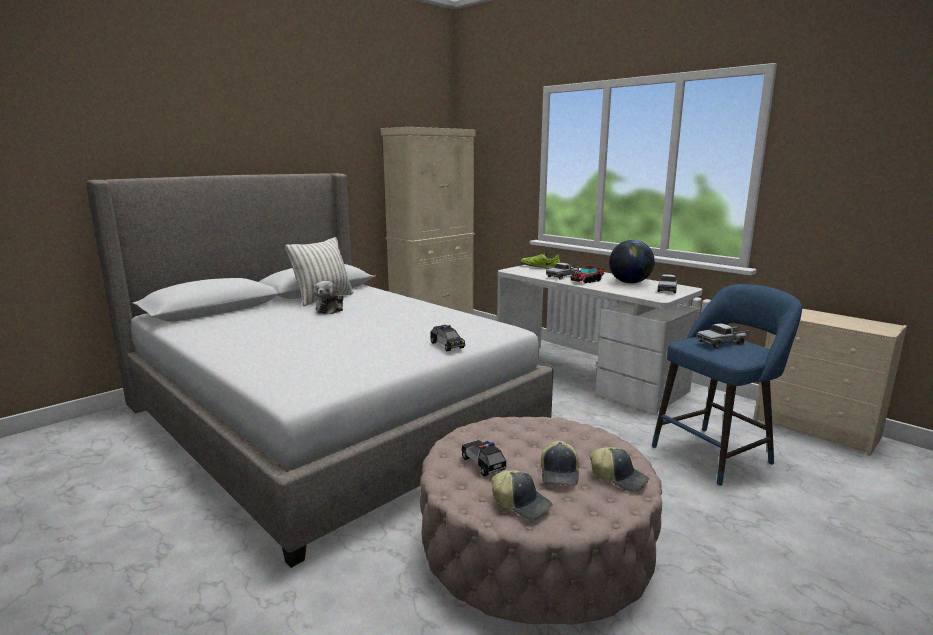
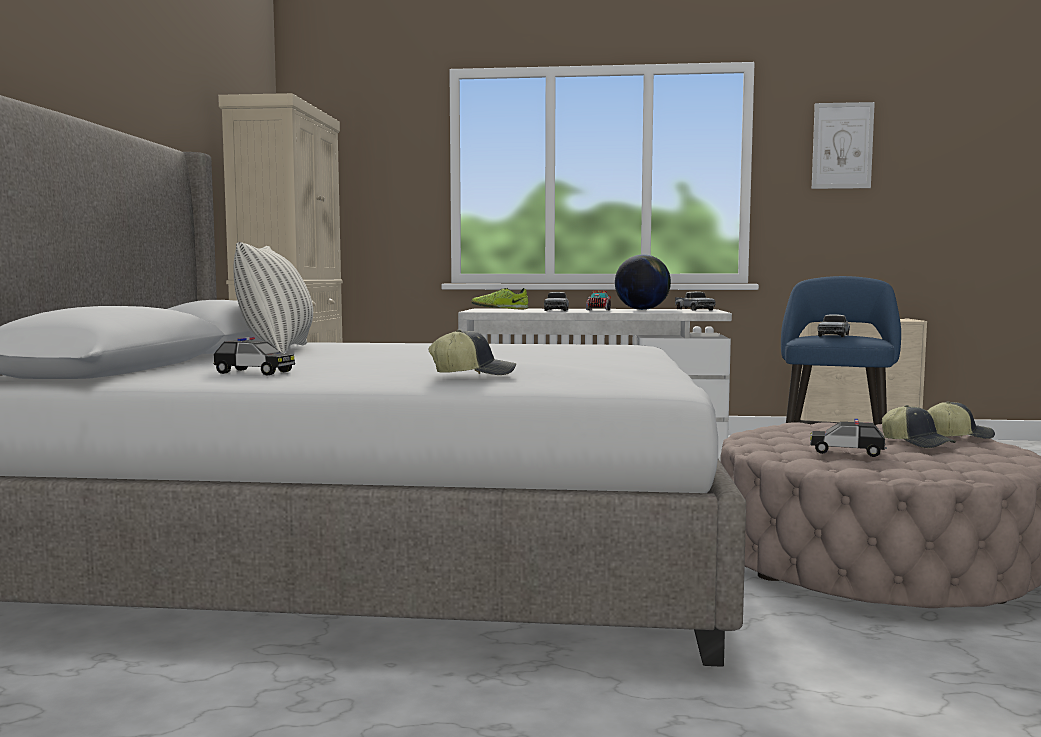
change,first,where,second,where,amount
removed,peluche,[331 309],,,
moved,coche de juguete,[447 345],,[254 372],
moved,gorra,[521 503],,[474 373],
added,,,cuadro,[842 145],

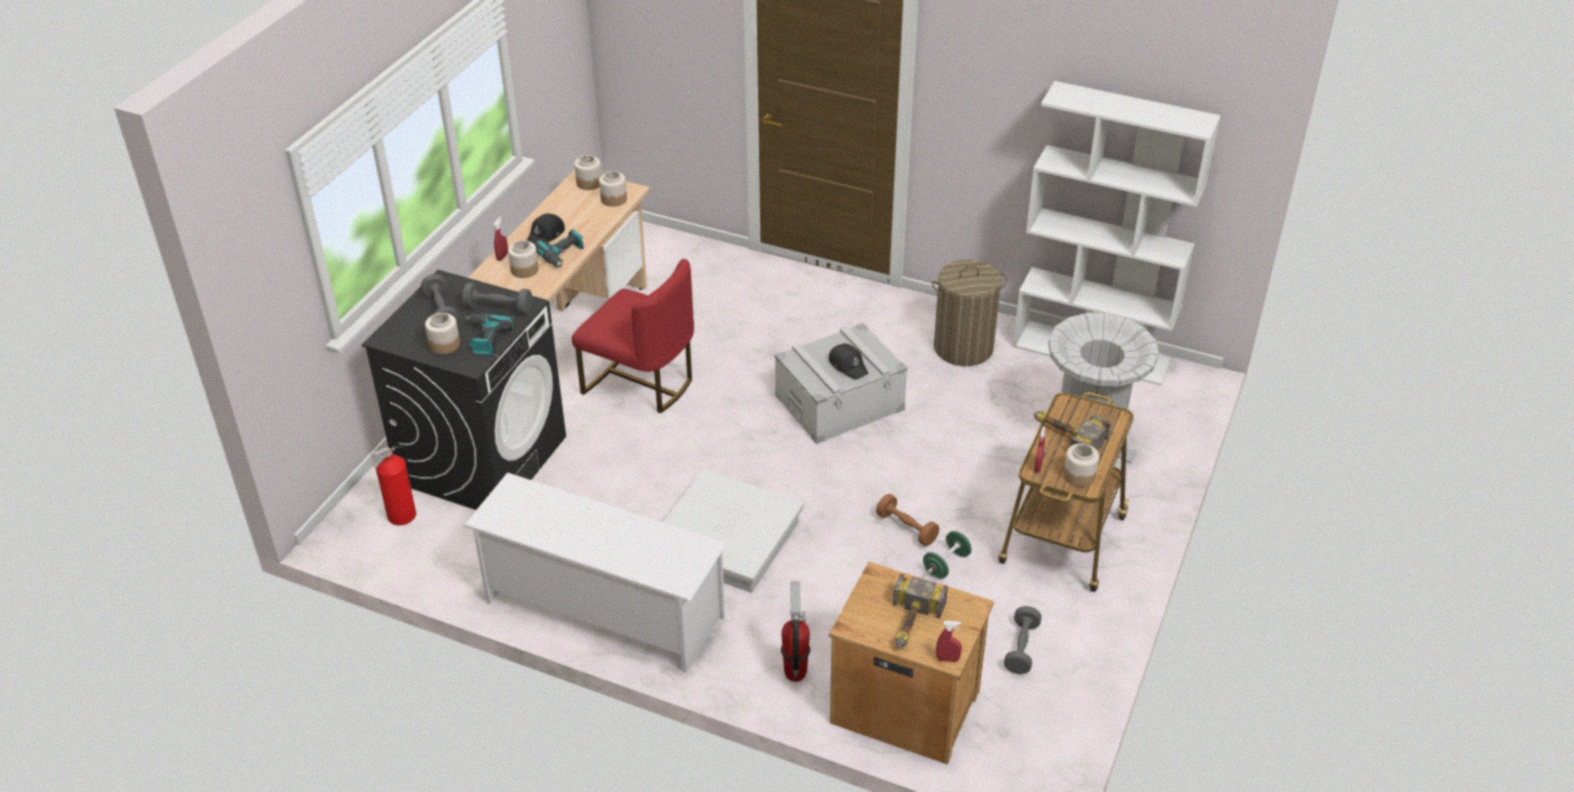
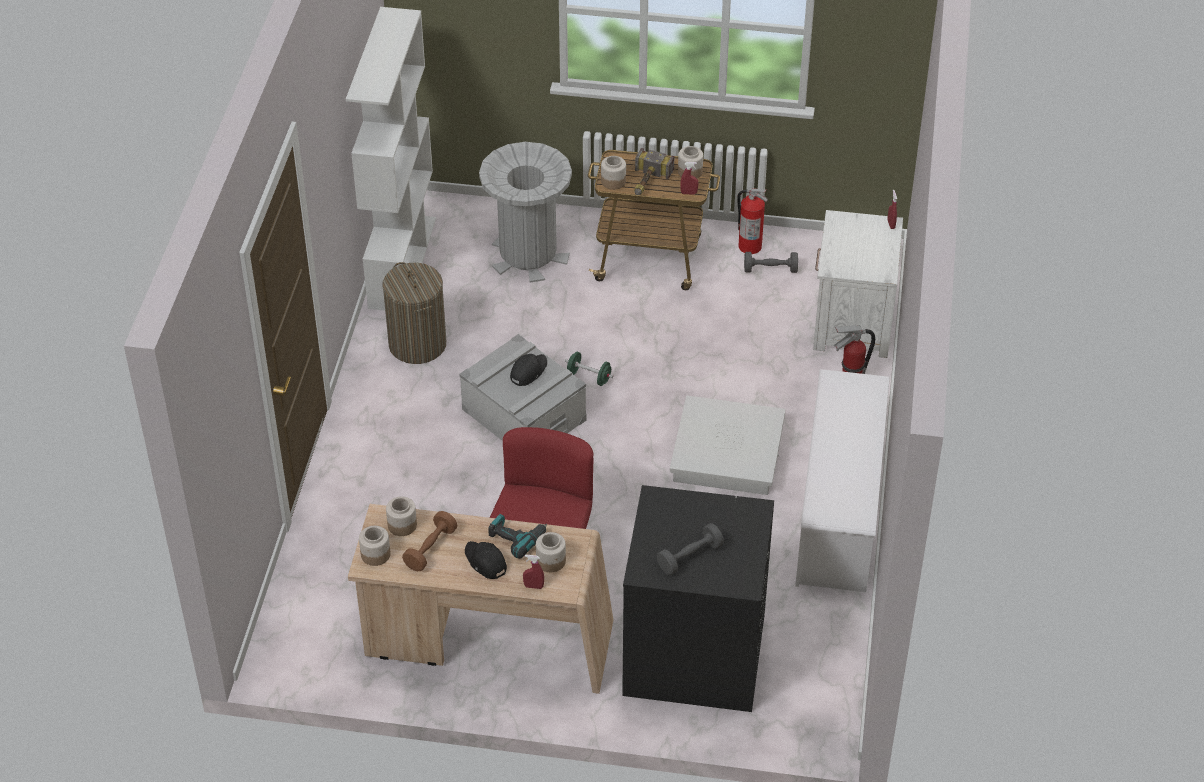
change,first,where,second,where,amount
turned,gorra [negro],[545 235],,[485 562],150 degrees counterclockwise
removed,mancuerna [gris],[498 308],,,
moved,tarro,[445 344],,[613 181],
removed,taladro,[486 338],,,
moved,extintor,[402 515],,[749 246],
moved,mancuerna [marrón],[906 528],,[430 549],
moved,mancuerna [verde],[946 564],,[589 377],
recoloured,mesita de noche [marrón],[903 705],mesita de noche [blanco],[852 322],
removed,martillo,[910 624],,,

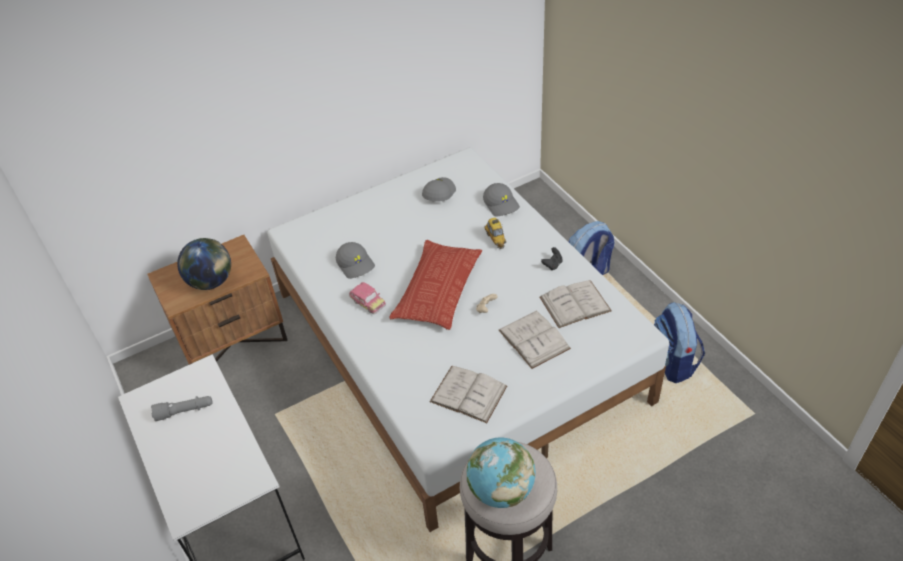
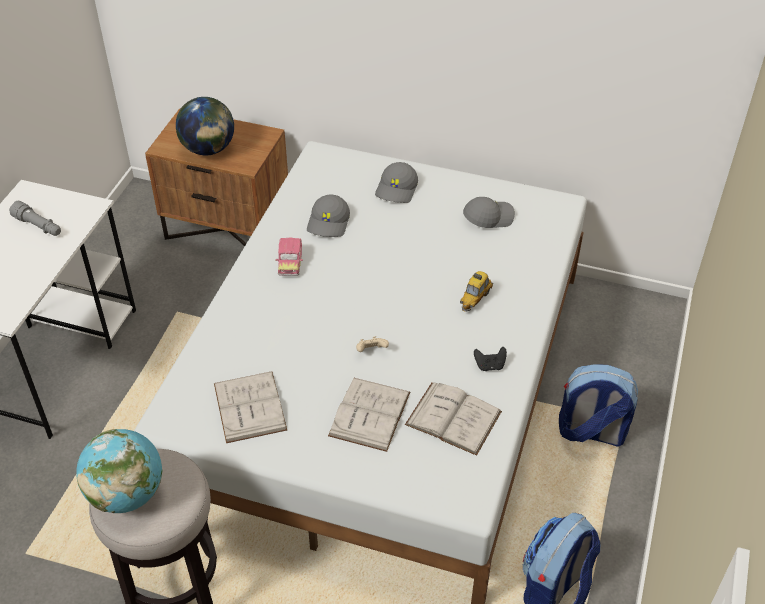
change,first,where,second,where,amount
moved,gorra [gris],[501 204],,[397 189],
removed,cojín,[437 289],,,

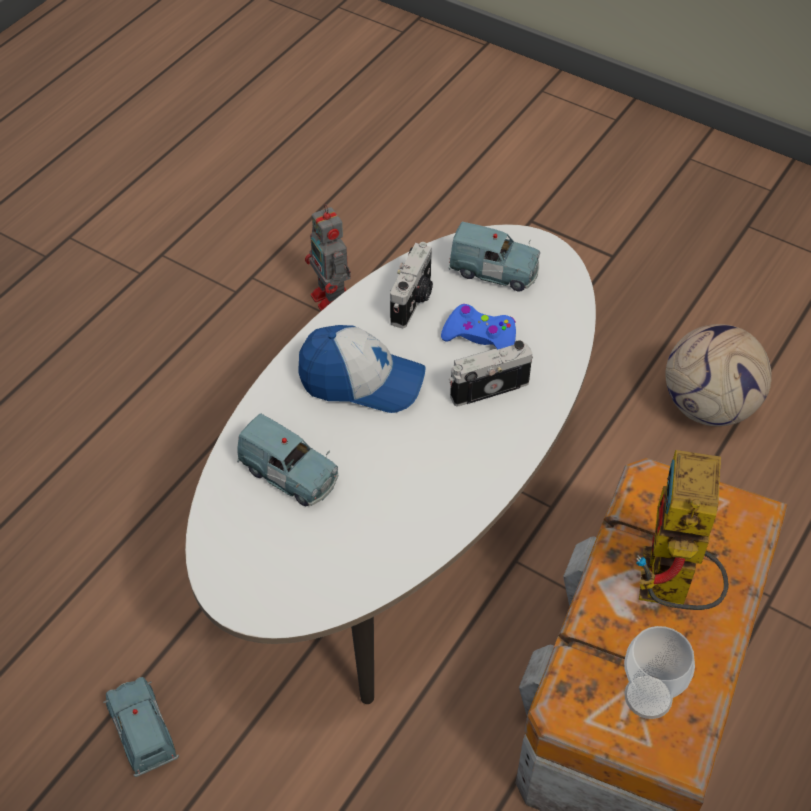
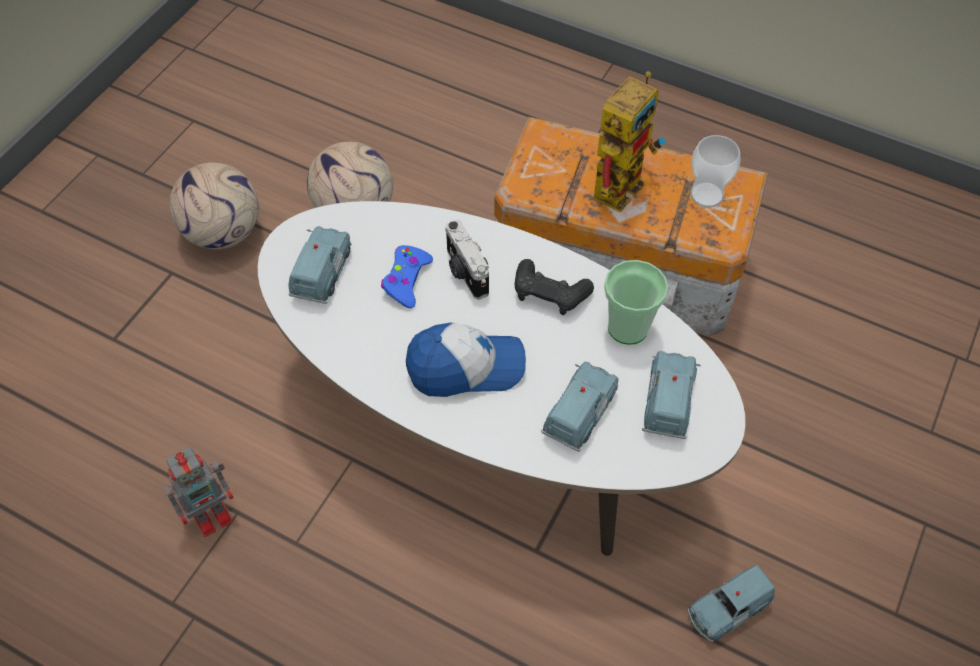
change,first,where,second,where,amount
removed,cámara,[413 301],,,
turned,gorra,[361 381],,[465 367],75 degrees clockwise
turned,robot de juguete,[670 592],,[620 181],60 degrees counterclockwise
added,,,balón de fútbol,[223 232],
added,,,mando de consola [negro],[549 294],
added,,,taza,[627 328],
added,,,coche de juguete [azul],[668 401],

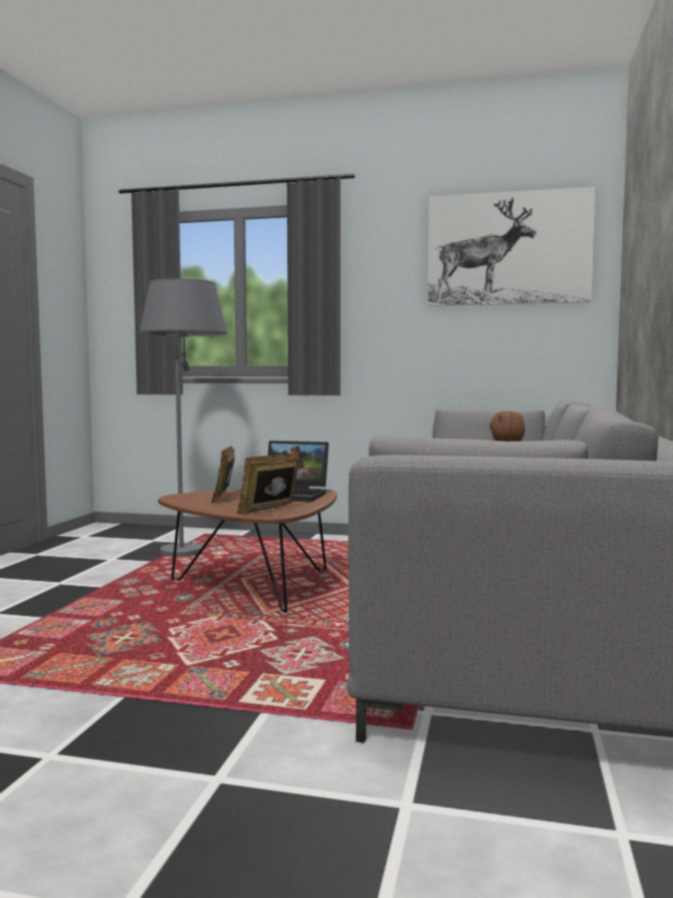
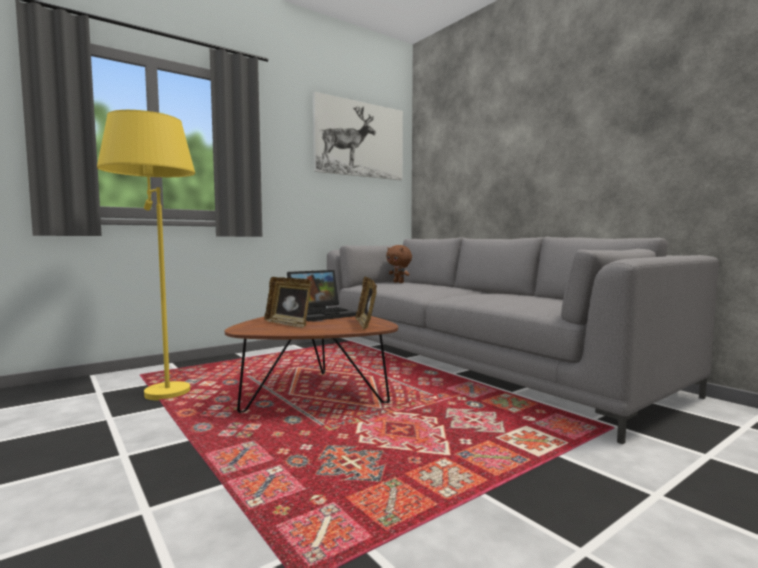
change,first,where,second,where,amount
recoloured,lámpara de pie [gris],[188 547],lámpara de pie [amarillo],[158 387],

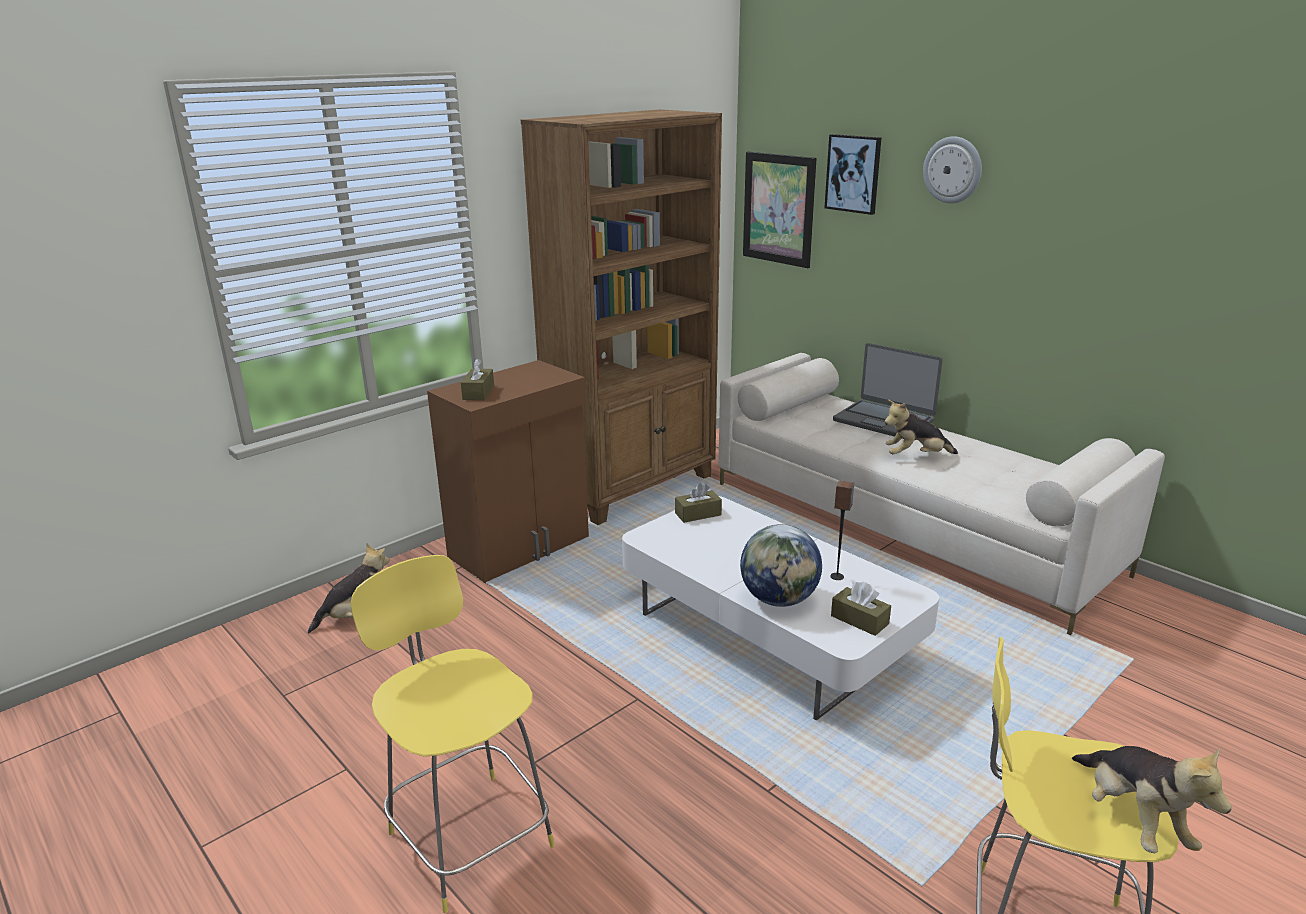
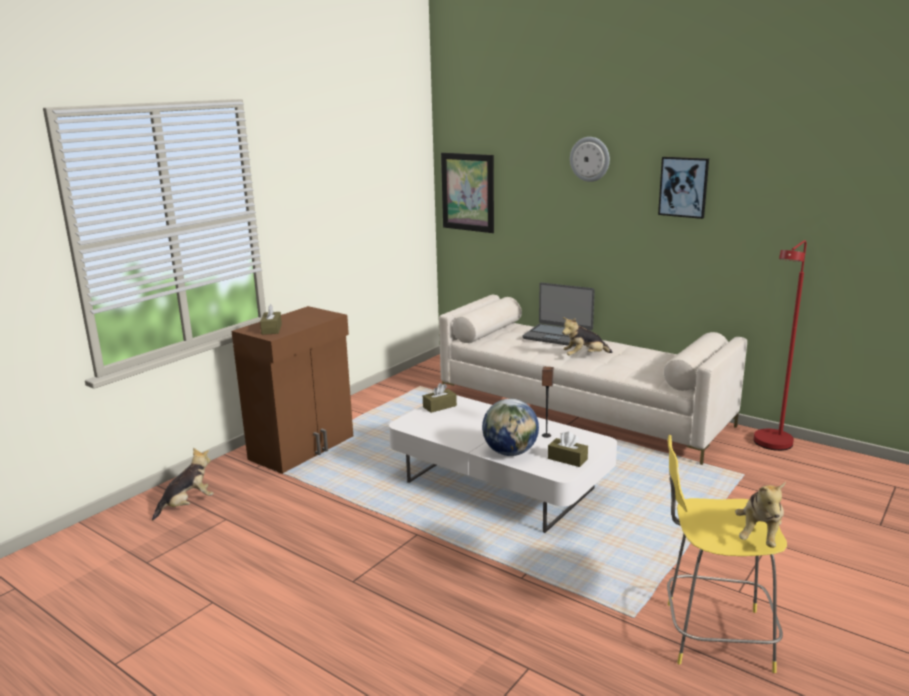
change,first,where,second,where,amount
removed,estantería [marrón],[634 488],,,
moved,cuadro,[853 173],,[683 187],
removed,taburete [amarillo],[468 835],,,
turned,peluche,[1133 819],,[759 535],45 degrees clockwise
added,,,lámpara de pie [rojo],[771 446],

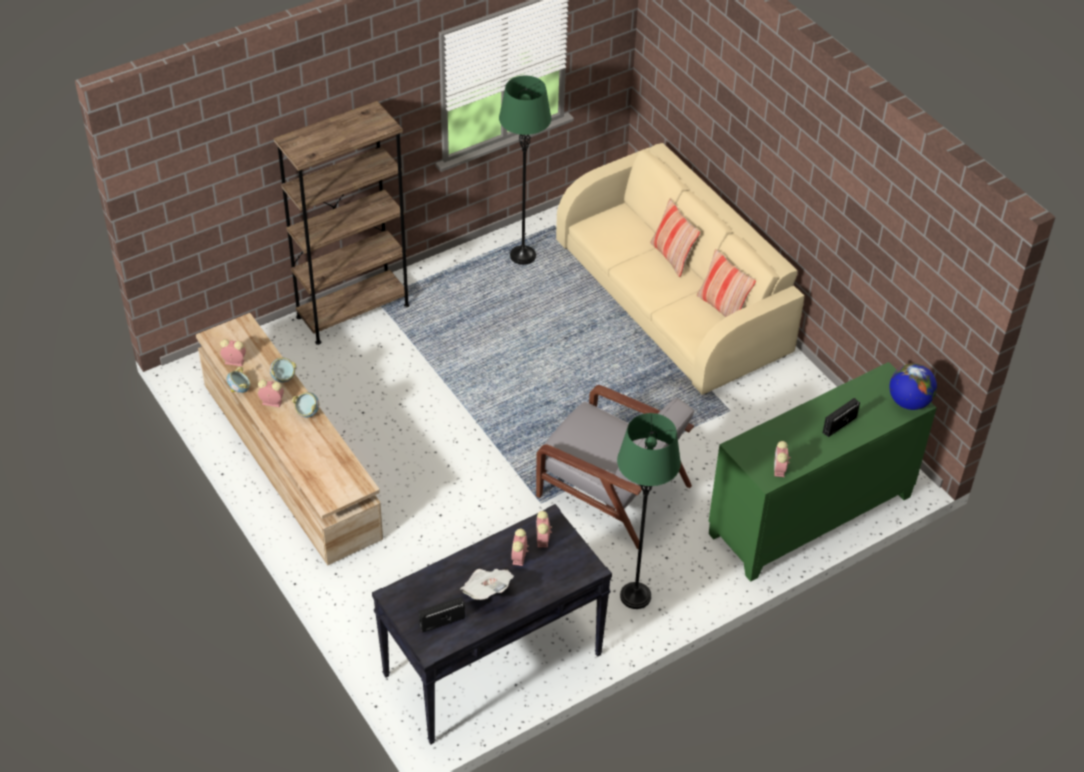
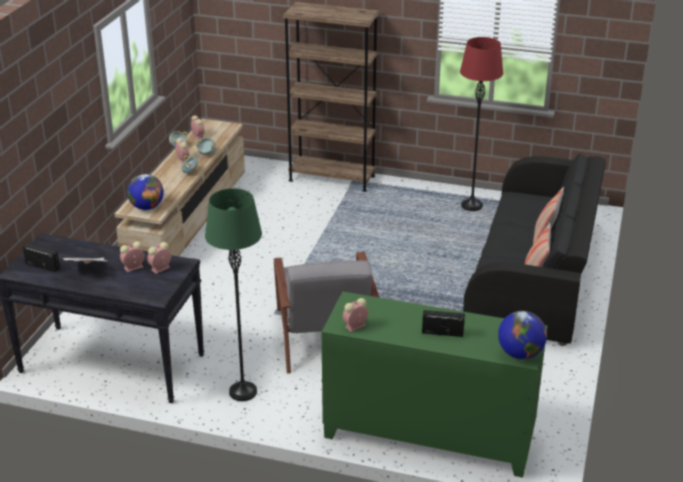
change,first,where,second,where,amount
recoloured,lámpara de pie [verde],[523 256],lámpara de pie [rojo],[471 206],
recoloured,sofá [beis],[673 299],sofá [negro],[534 274],
added,,,globo terráqueo,[147 207],

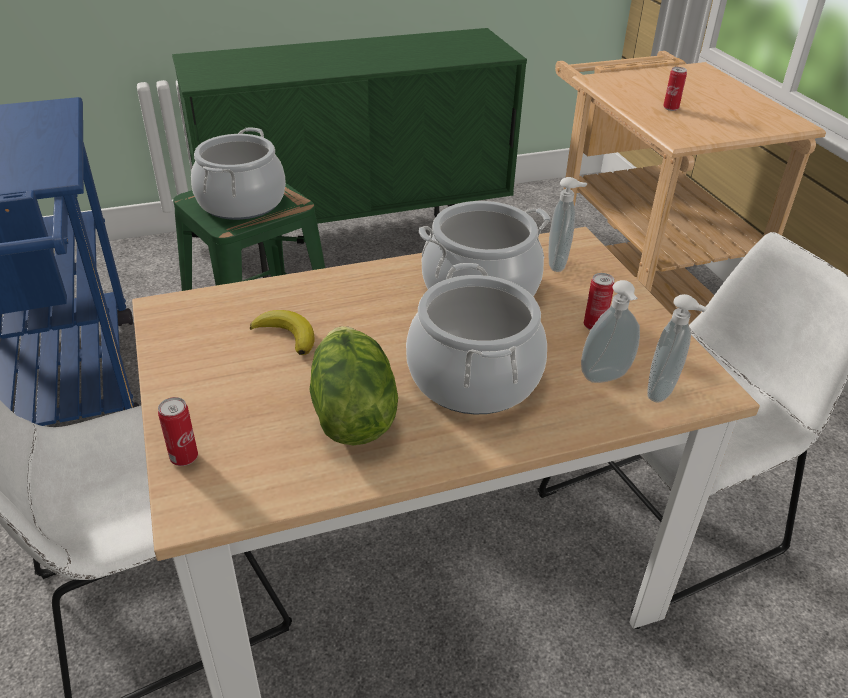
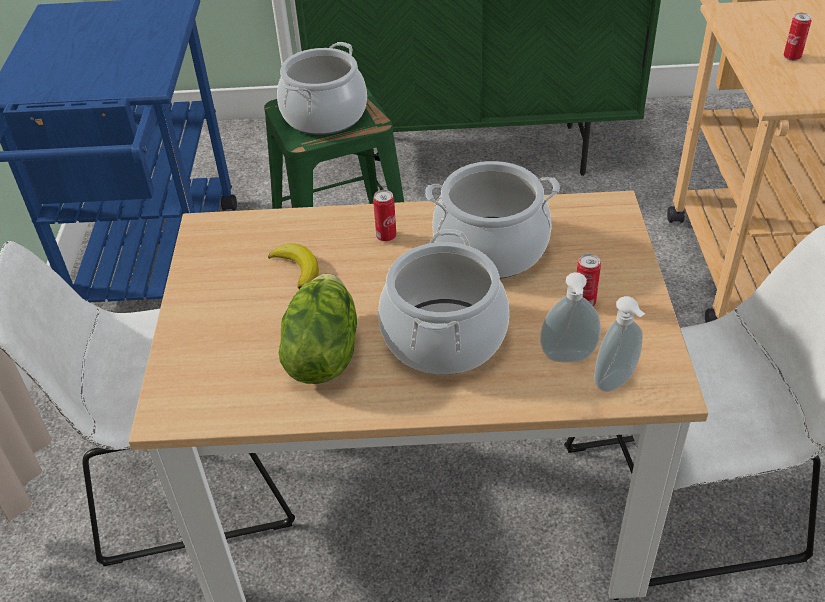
change,first,where,second,where,amount
removed,dispensador de jabón,[559 264],,,
moved,lata,[184 458],,[386 236],

